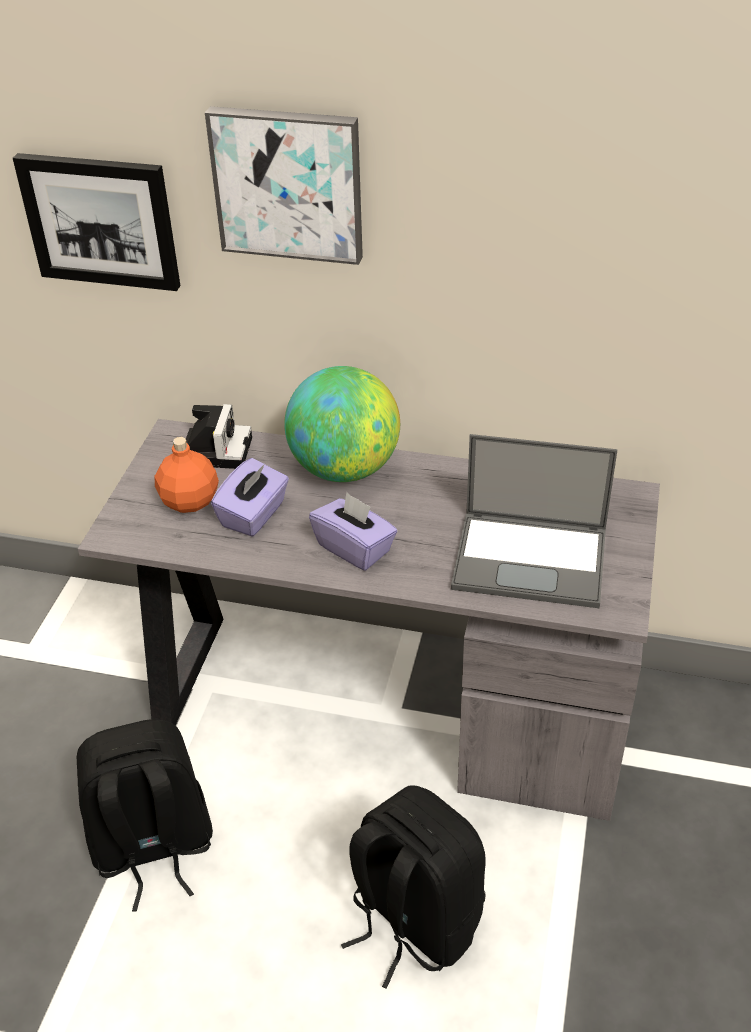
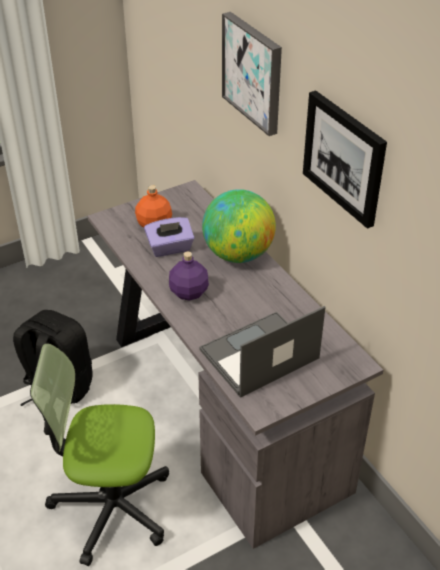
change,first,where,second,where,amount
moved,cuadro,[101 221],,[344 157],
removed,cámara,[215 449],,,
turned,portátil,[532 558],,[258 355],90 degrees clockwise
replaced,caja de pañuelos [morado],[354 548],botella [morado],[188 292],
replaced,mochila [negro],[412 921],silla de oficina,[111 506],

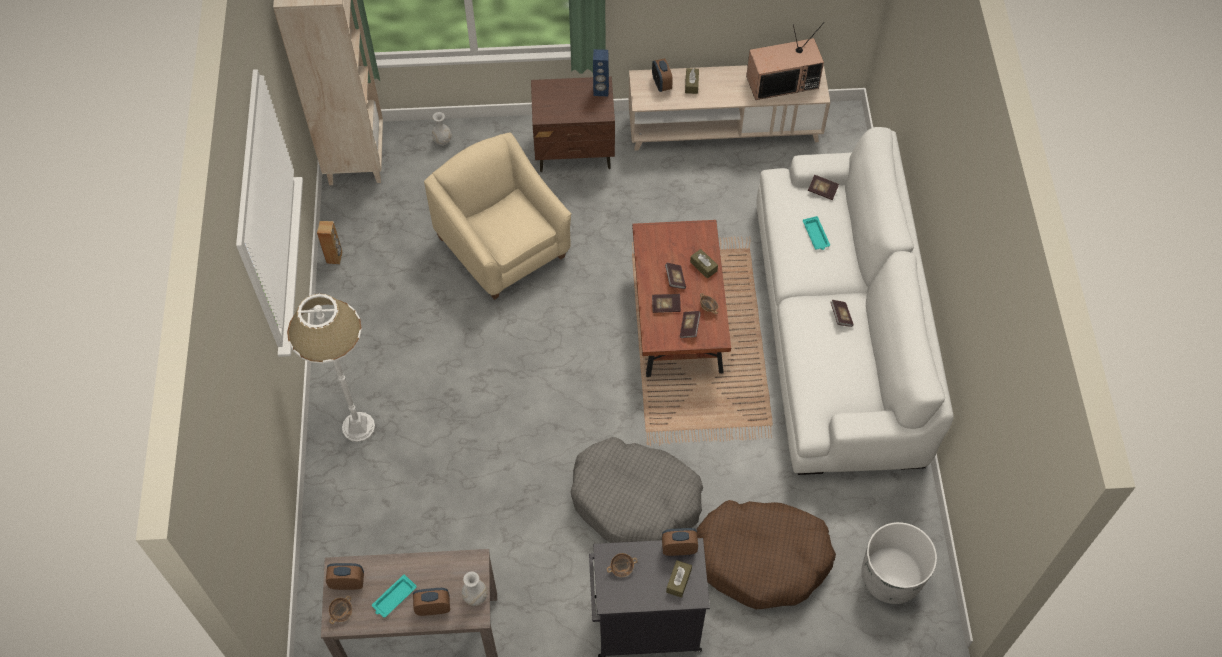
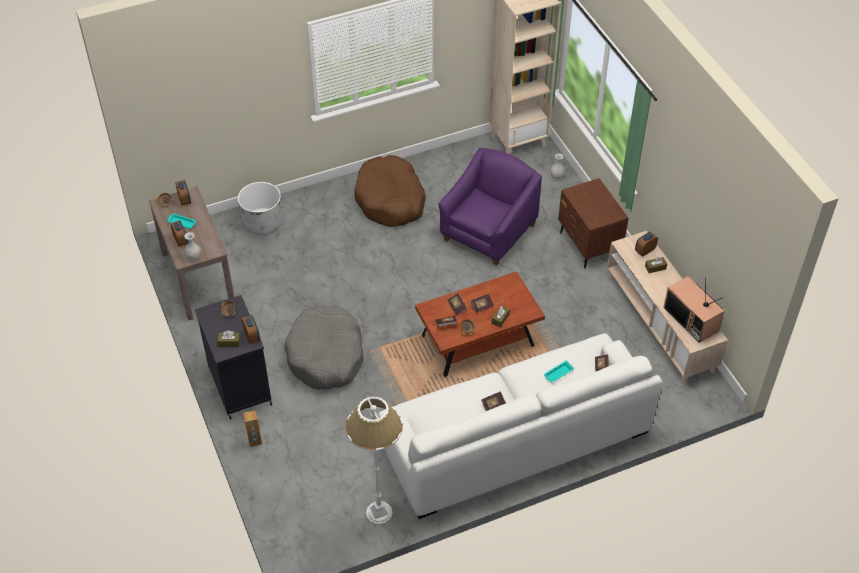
change,first,where,second,where,amount
removed,altavoz [azul],[601 91],,,
recoloured,sillón [beis],[503 246],sillón [morado],[488 232],
moved,altavoz [marrón],[334 257],,[255 441],
moved,lámpara de pie [blanco],[358 427],,[379 512],
moved,cama para perro [marrón],[762 558],,[390 200],
moved,maceta [blanco],[891 577],,[263 223],

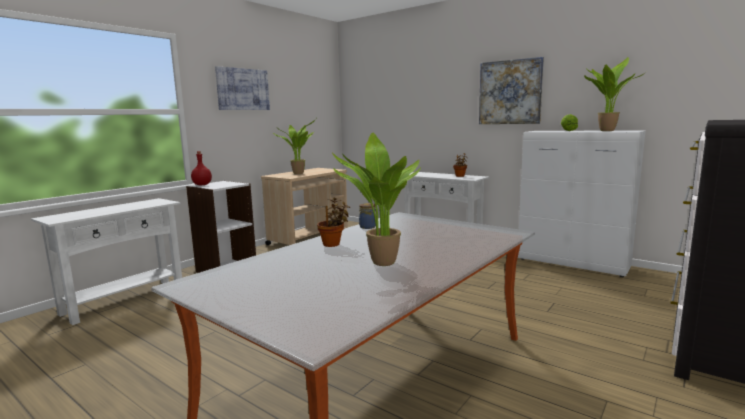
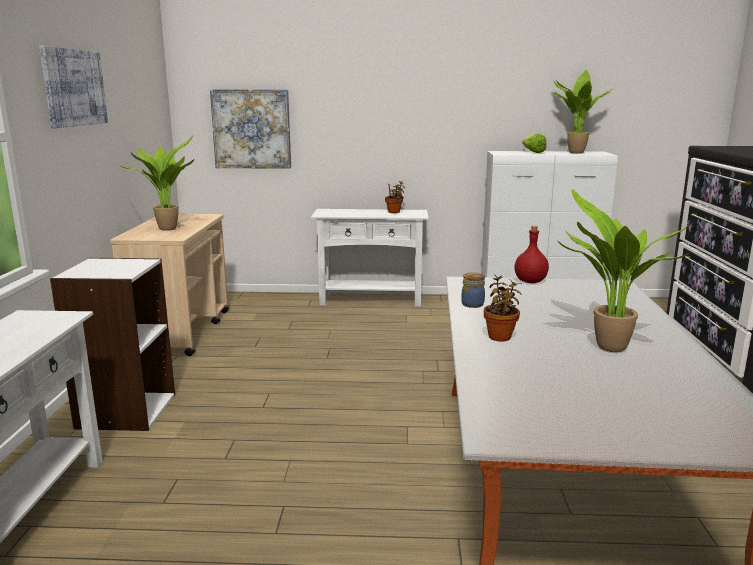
change,first,where,second,where,amount
moved,cuadro,[510 92],,[251 129],
moved,botella [rojo],[202 185],,[529 282],

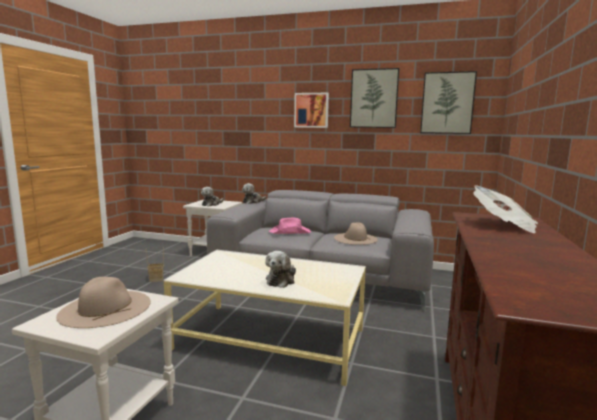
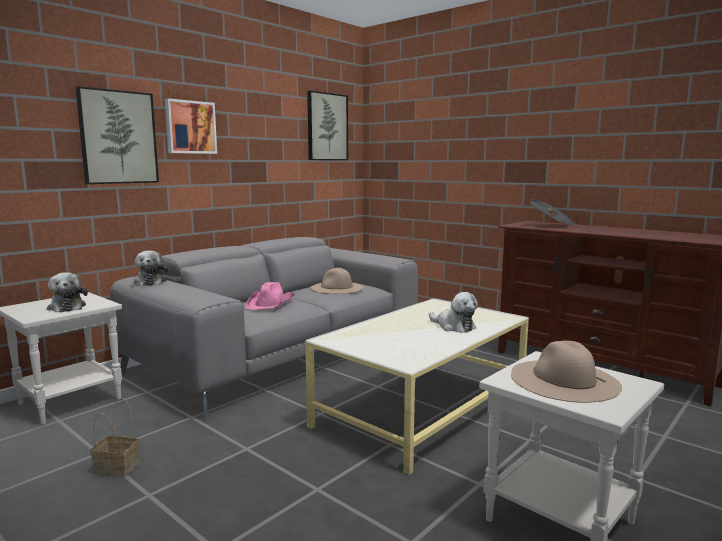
change,first,where,second,where,amount
moved,cuadro,[374 98],,[118 137],

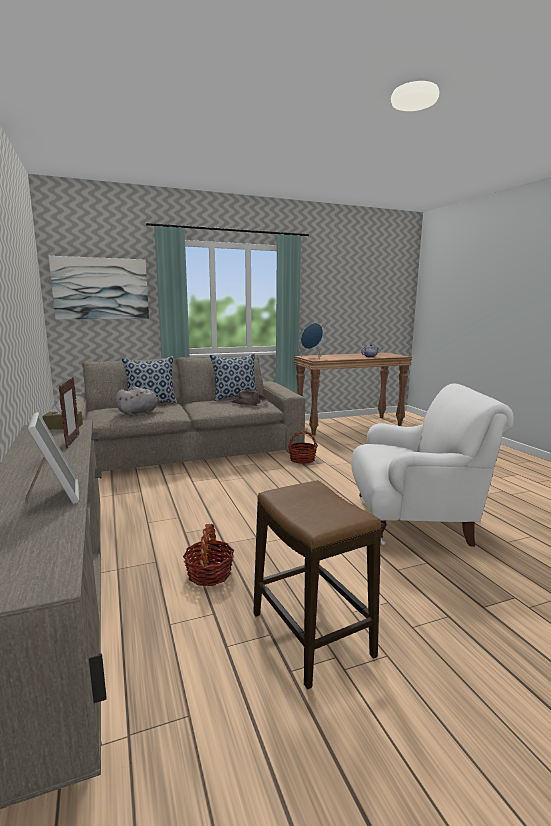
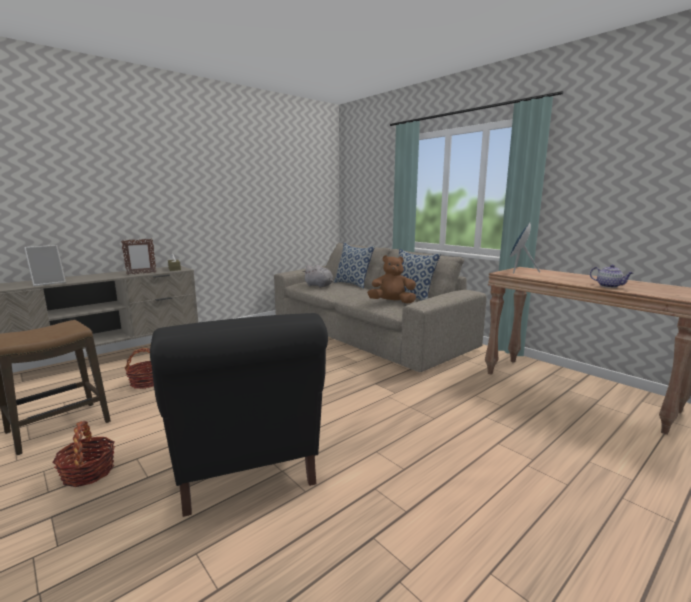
change,first,where,second,where,amount
removed,cuadro,[101 288],,,
recoloured,sillón [blanco],[414 521],sillón [negro],[245 465],
replaced,sombrero [marrón],[248 403],peluche [marrón],[392 302],
moved,cesta,[302 459],,[88 472],

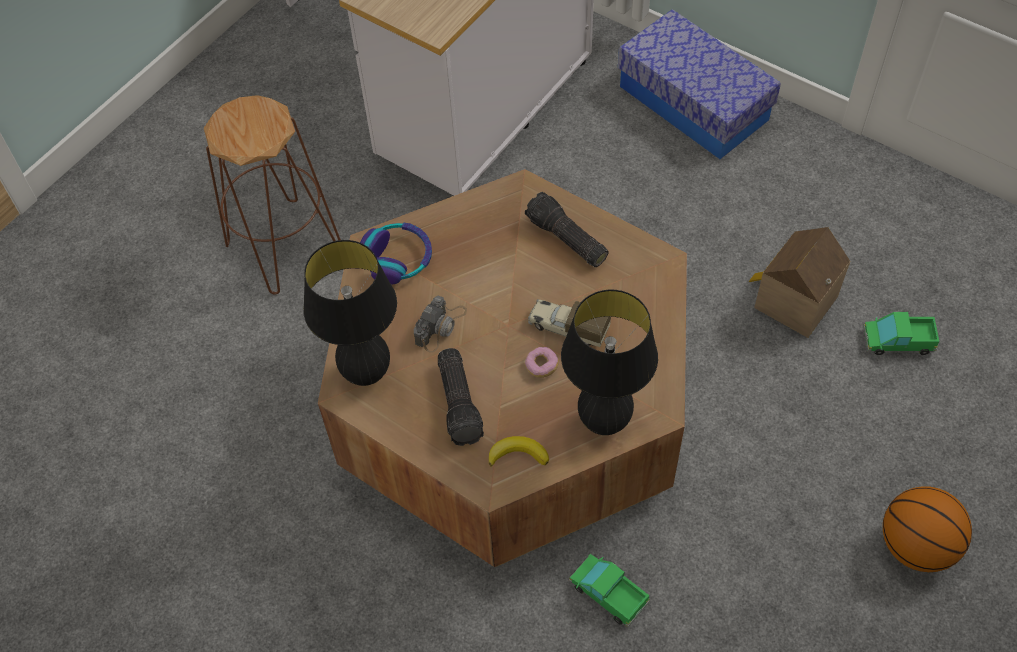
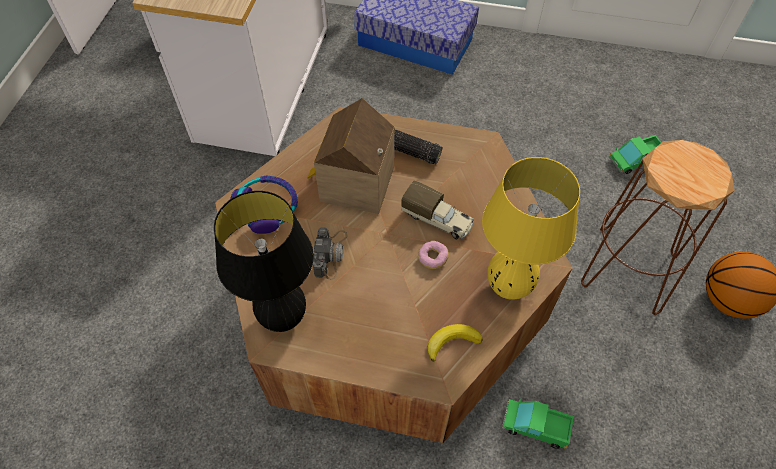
change,first,where,second,where,amount
moved,taburete [marrón],[283 246],,[627 270],
moved,casita,[792 300],,[353 183],
recoloured,lámpara de mesa [negro],[604 423],lámpara de mesa [amarillo],[508 288],
turned,camión de juguete,[567 328],,[438 220],150 degrees counterclockwise
removed,linterna,[460 403],,,

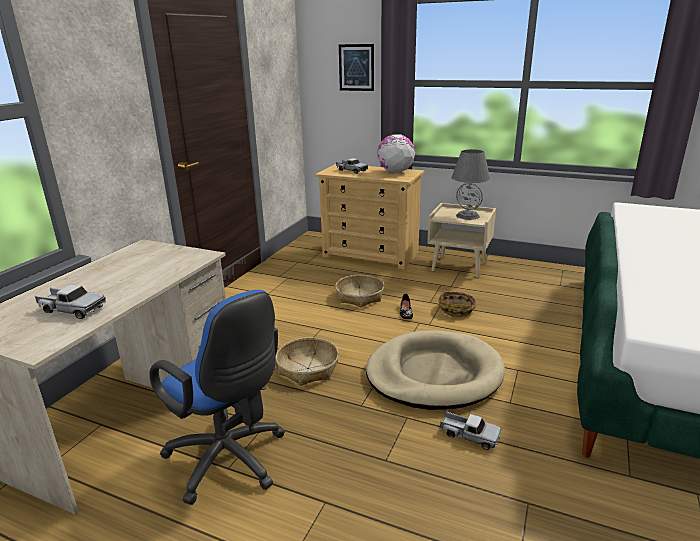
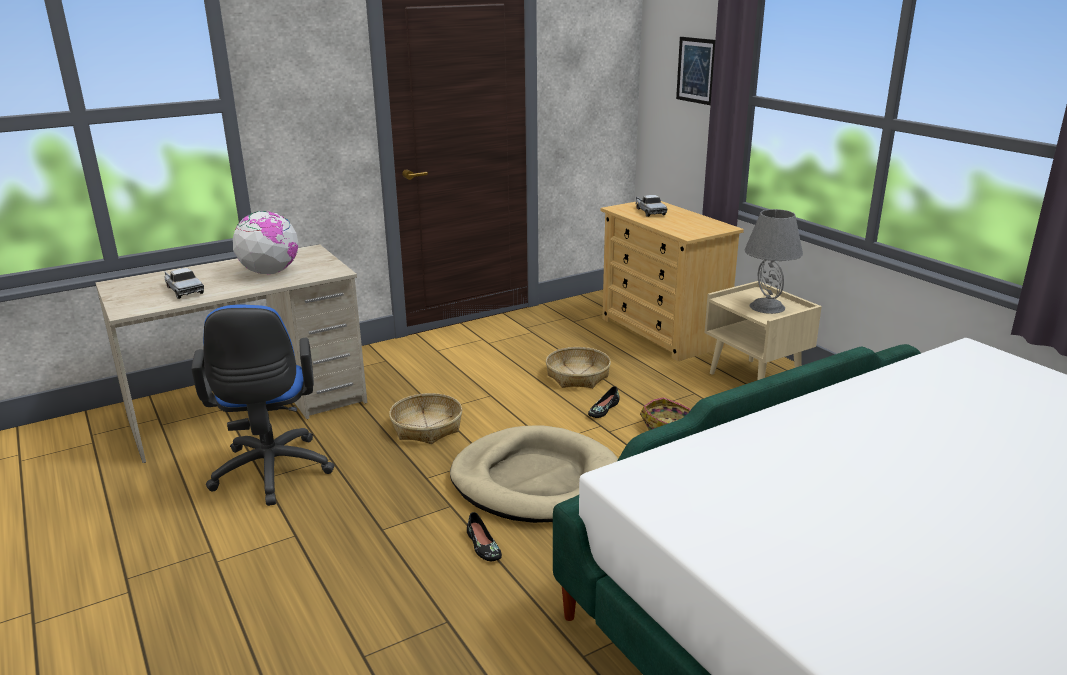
change,first,where,second,where,amount
moved,globo terráqueo,[395 172],,[269 272],
replaced,camión de juguete,[469 435],zapato [negro],[483 546],

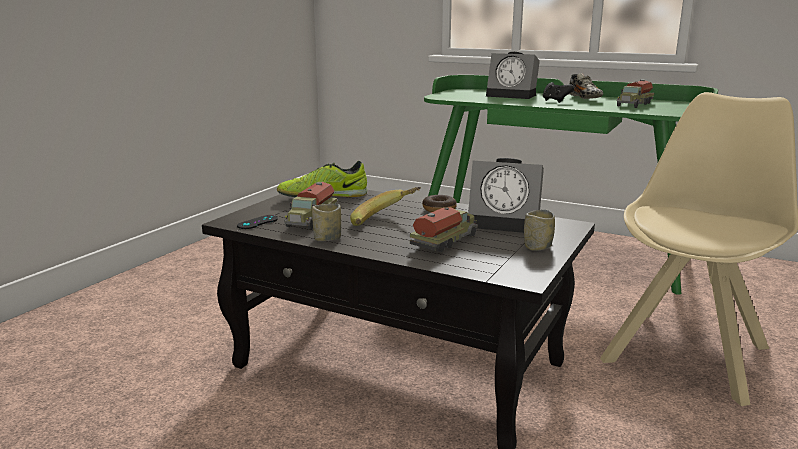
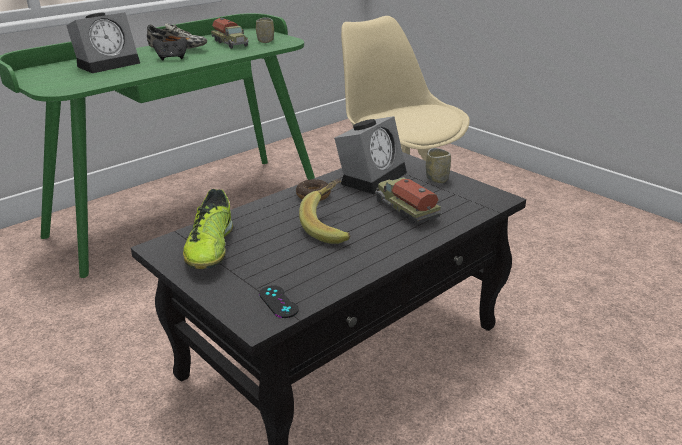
change,first,where,second,where,amount
removed,camión de juguete,[311 219],,,
moved,taza,[327 238],,[265 41],

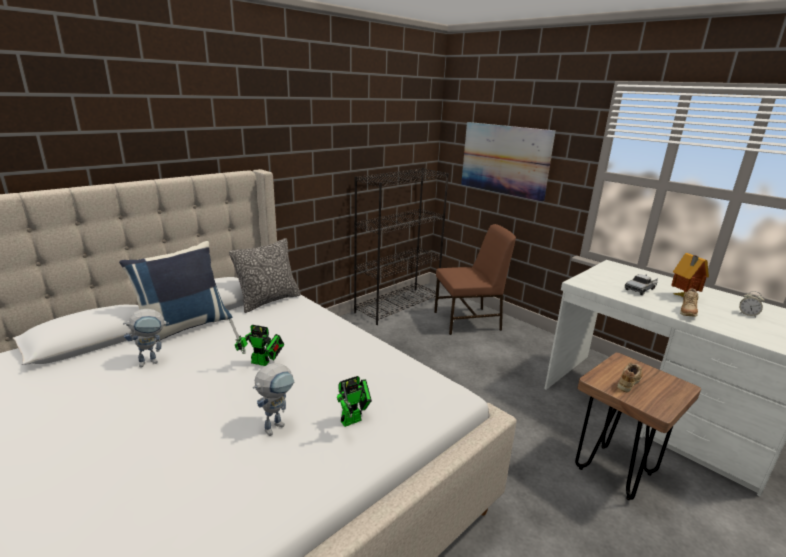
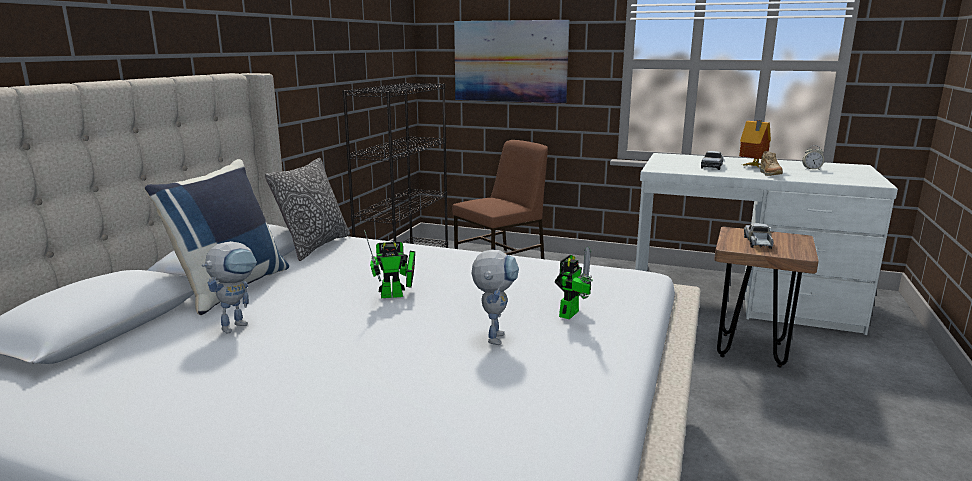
change,first,where,second,where,amount
replaced,zapato [beis],[629 382],camión de juguete,[758 243],

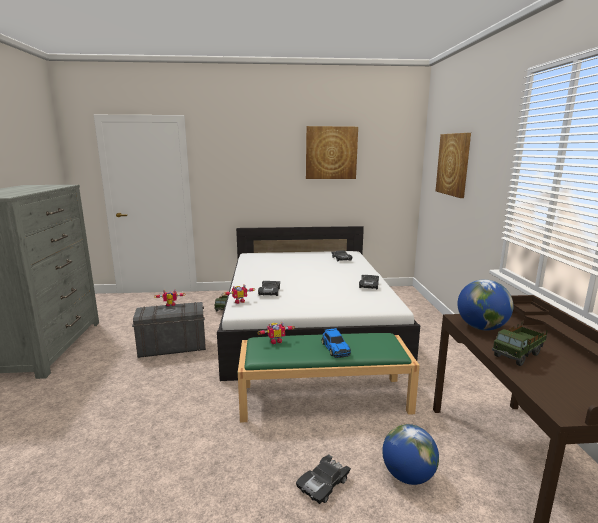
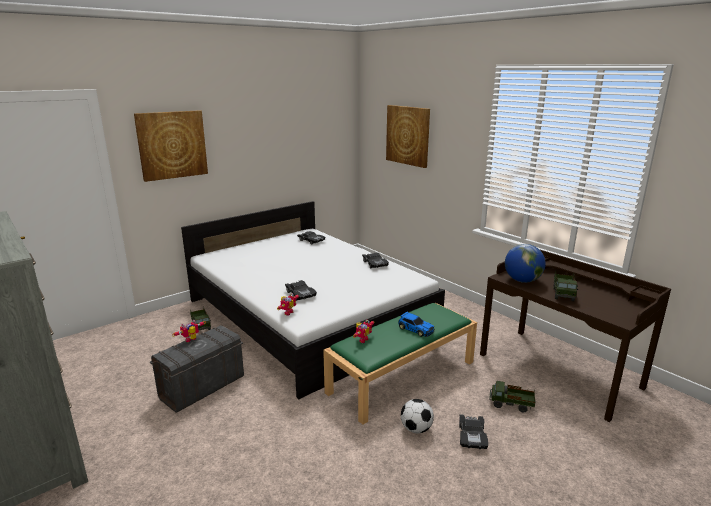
change,first,where,second,where,amount
moved,cuadro,[331 153],,[172 145],
replaced,globo terráqueo,[408 475],camión de juguete,[511 405],
added,,,balón de fútbol,[416 429],

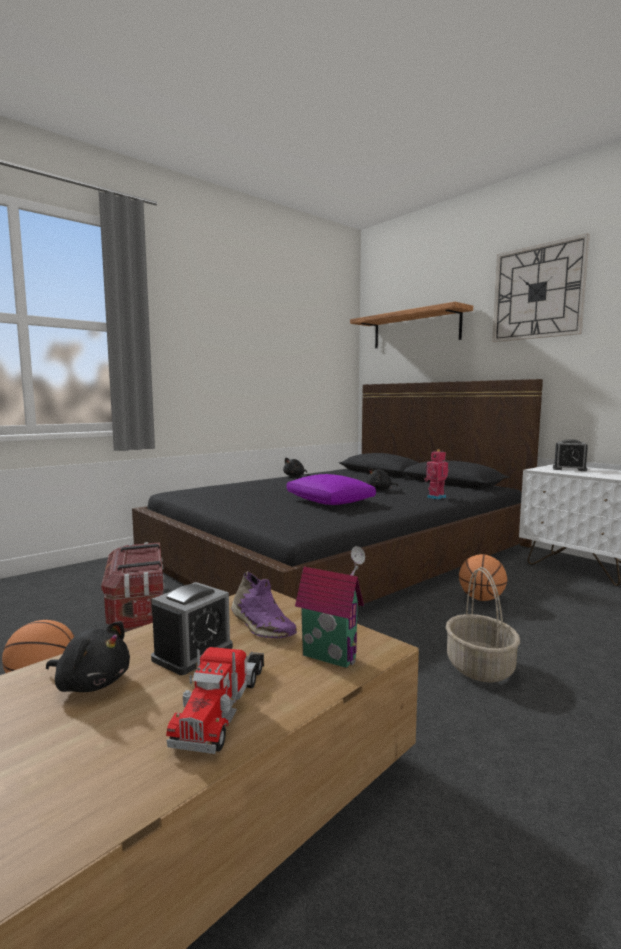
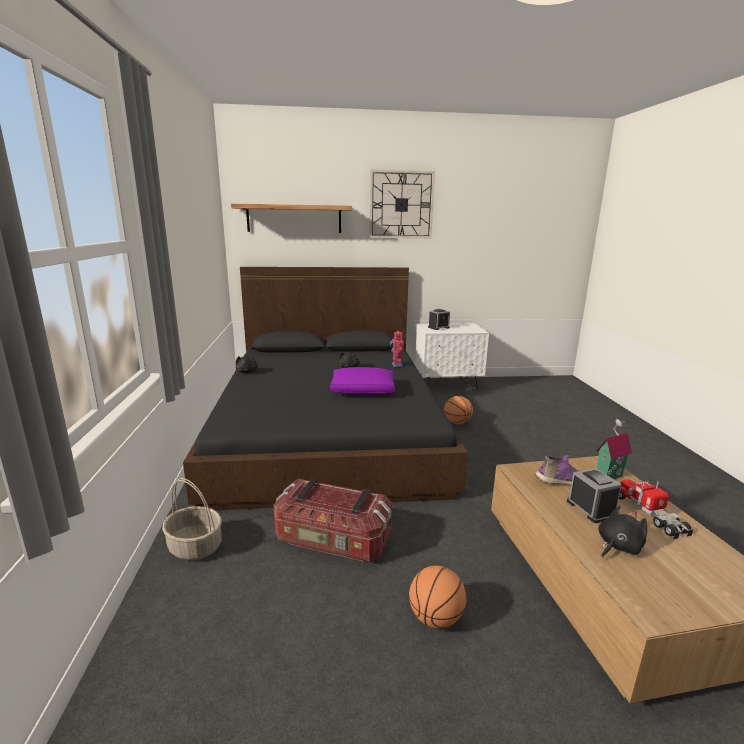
change,first,where,second,where,amount
moved,cesta,[480 667],,[196 547],
turned,camión de juguete,[222 705],,[650 514],150 degrees counterclockwise

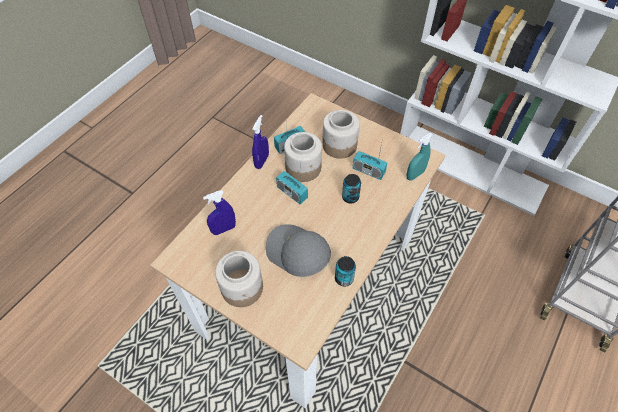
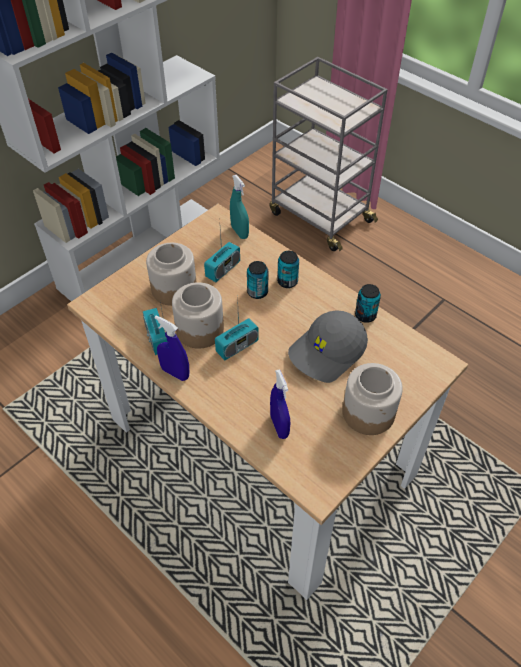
change,first,where,second,where,amount
added,,,lata,[287 282],

